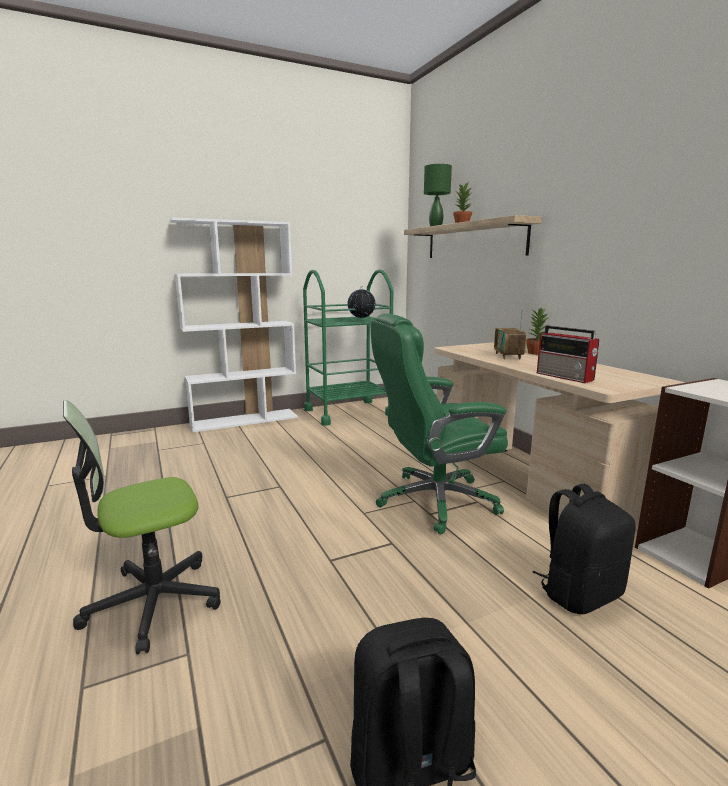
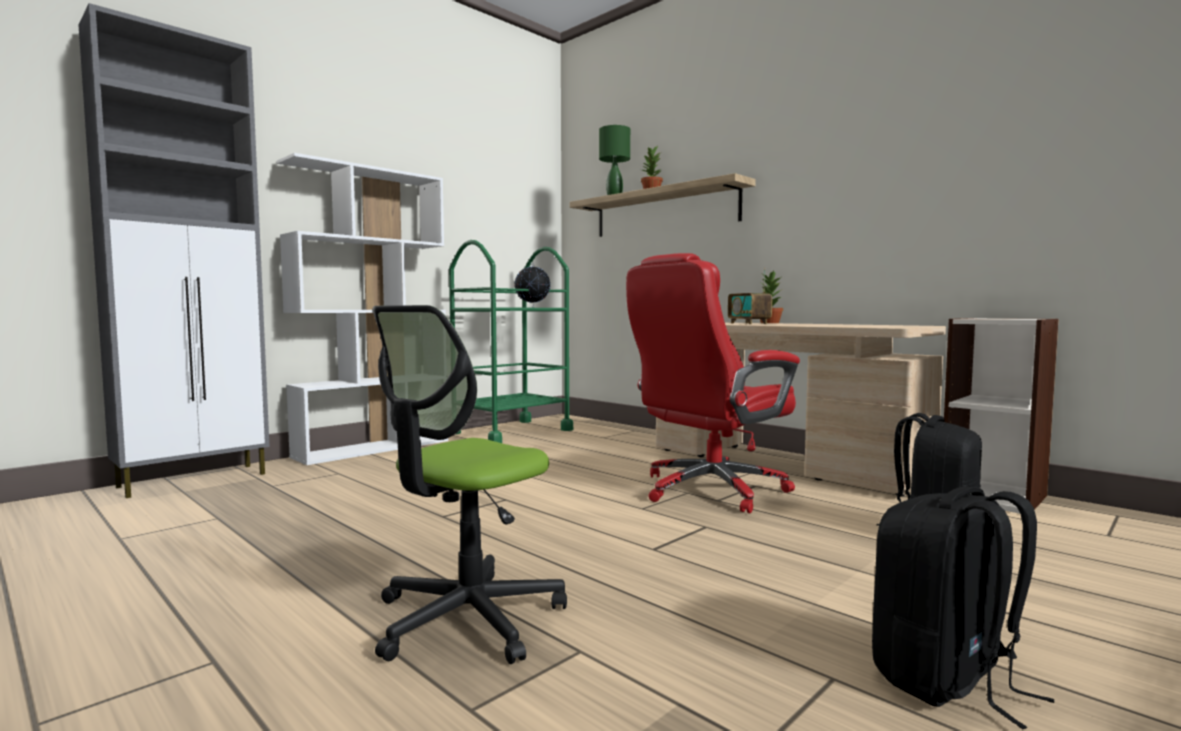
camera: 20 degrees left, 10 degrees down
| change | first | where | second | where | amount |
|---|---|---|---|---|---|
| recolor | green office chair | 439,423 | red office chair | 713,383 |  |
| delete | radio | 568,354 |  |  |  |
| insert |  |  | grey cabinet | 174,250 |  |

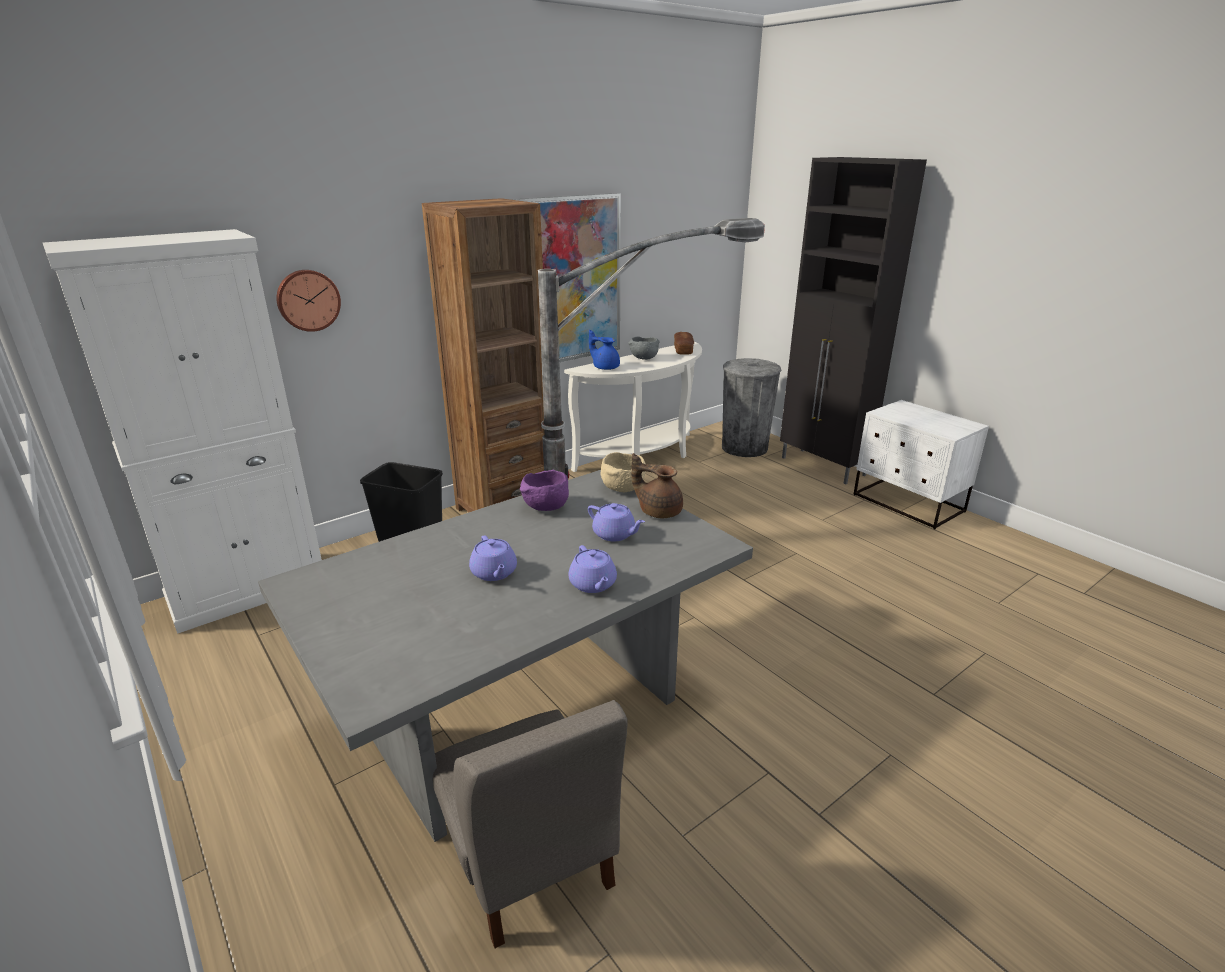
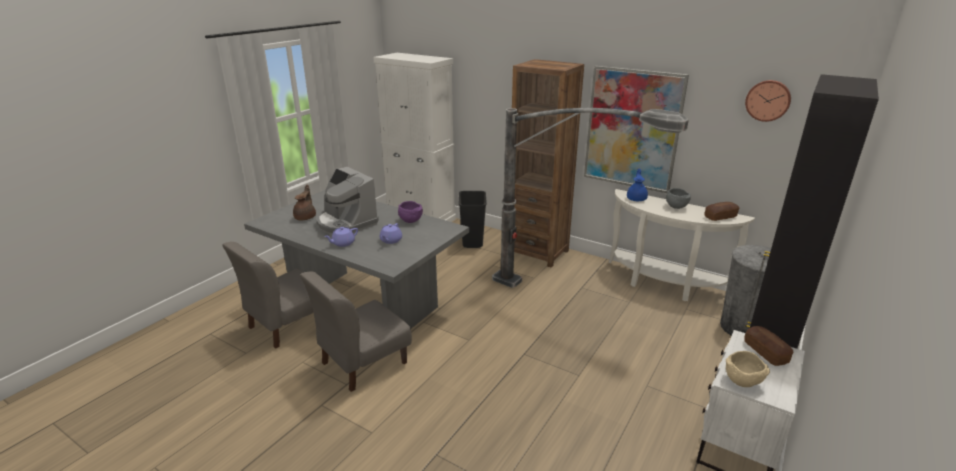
camera: 70 degrees right, 0 degrees up
| change | first | where | second | where | amount |
|---|---|---|---|---|---|
| move | wall clock | 308,301 |  | 768,101 |  |
| replace | purple teapot | 493,558 | coffee machine | 347,201 |  |
| move | beige bowl | 623,472 |  | 748,369 |  |
| move | brown teapot | 657,485 |  | 304,202 |  |
| insert |  |  | grey chair | 356,331 |  |
| insert |  |  | bread | 769,346 |  |

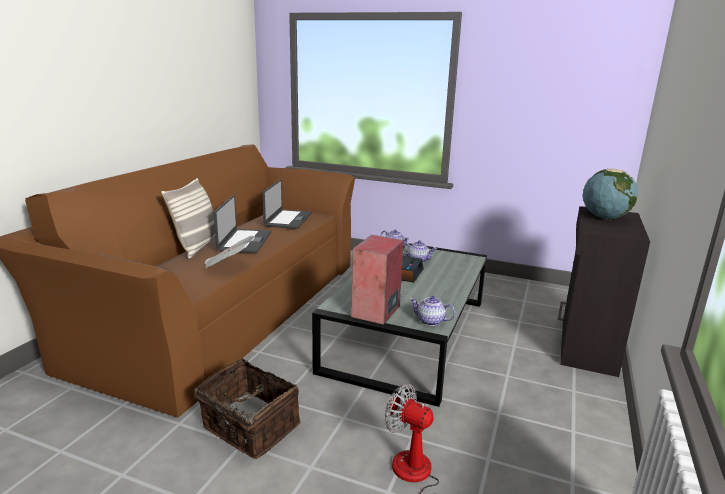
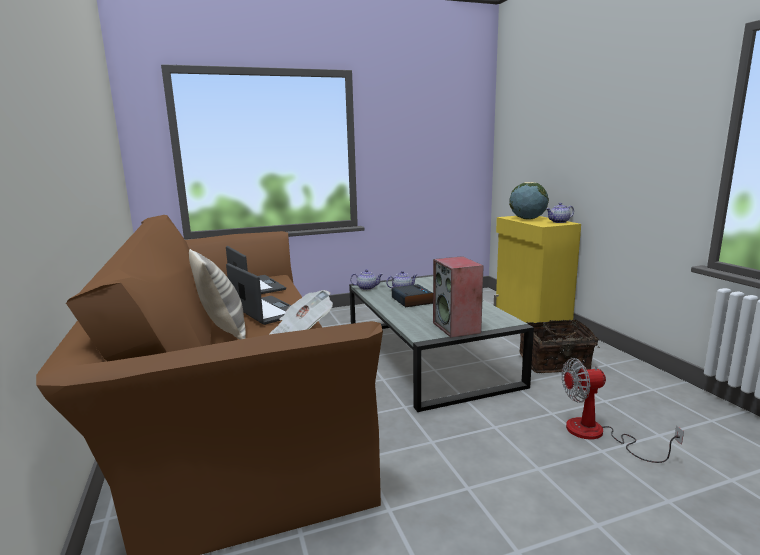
camera: 40 degrees left, 5 degrees down
| change | first | where | second | where | amount |
|---|---|---|---|---|---|
| move | basket | 247,408 |  | 559,346 |  |
| move | teapot | 432,311 |  | 560,213 |  |
| recolor | black cabinet | 604,291 | yellow cabinet | 537,269 |  |

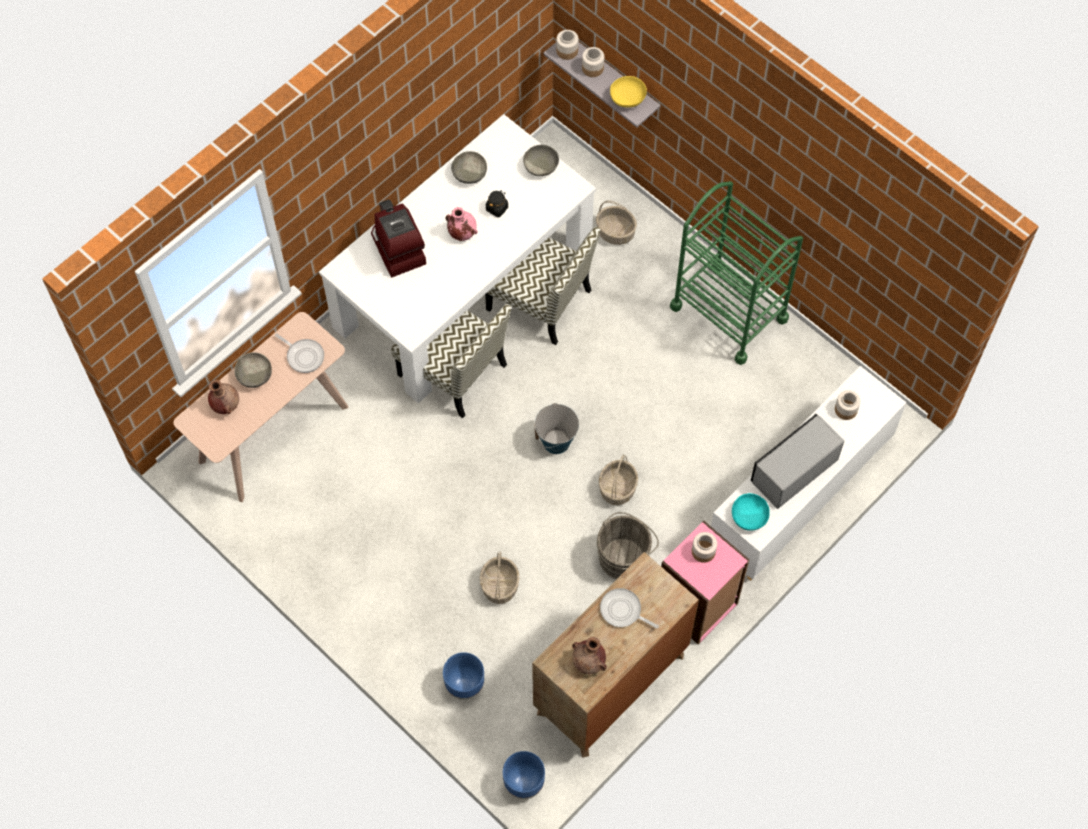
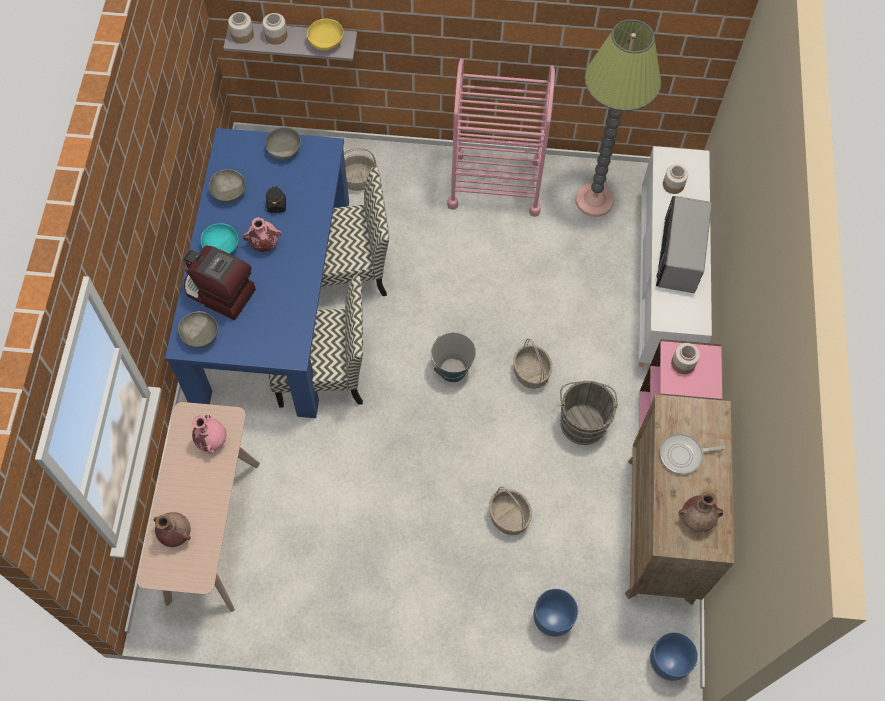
camera: 40 degrees left, 0 degrees up
| change | first | where | second | where | amount |
|---|---|---|---|---|---|
| move | grey bowl | 253,370 |  | 198,329 |  |
| replace | frying pan | 299,353 | pink vase | 209,434 |  |
| recolor | white dining table | 457,258 | blue dining table | 257,273 |  |
| recolor | green cart | 736,273 | pink cart | 501,137 |  |
| move | turquoise bowl | 751,512 |  | 220,238 |  |
| insert |  |  | floor lamp | 618,118 |  |

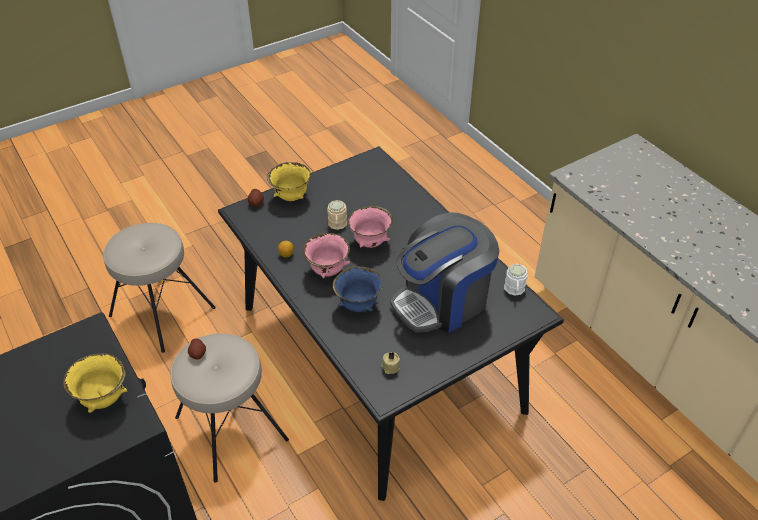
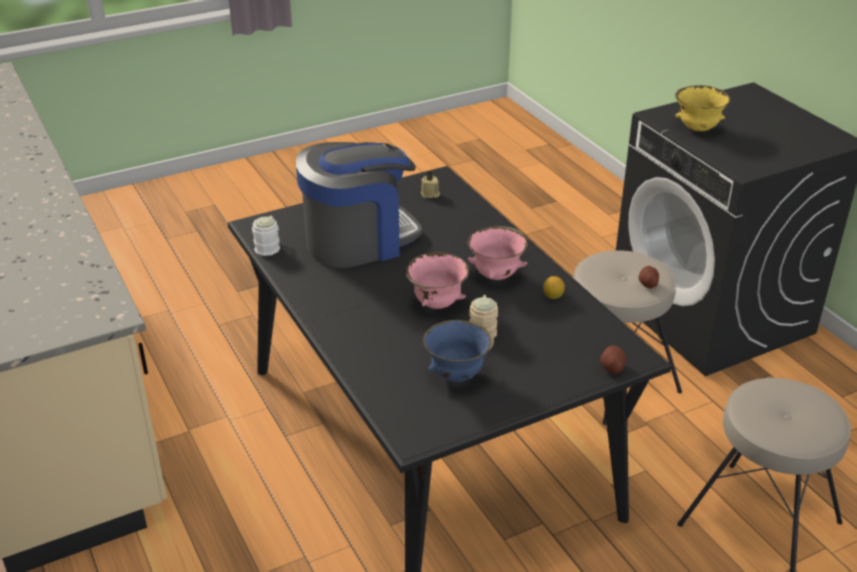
camera: 175 degrees left, 10 degrees down
| change | first | where | second | where | amount |
|---|---|---|---|---|---|
| delete | yellow bowl | 289,181 |  |  |  |
| move | blue bowl | 358,289 |  | 458,351 |  |

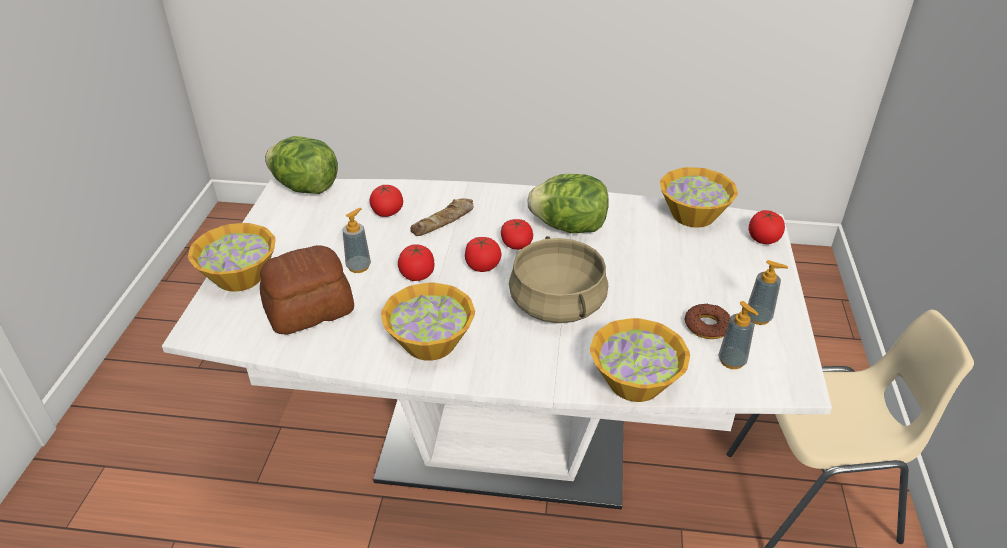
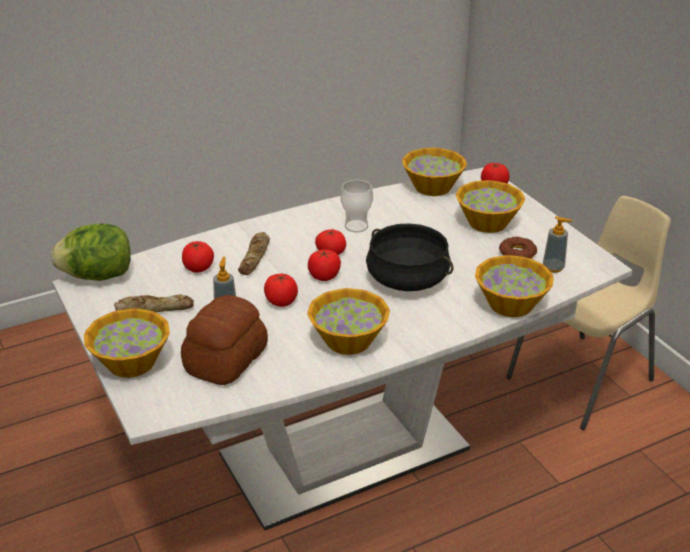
camera: 35 degrees left, 5 degrees down
| change | first | where | second | where | amount |
|---|---|---|---|---|---|
| recolor | beige cooking pot | 558,279 | black cooking pot | 409,257 |  |
| replace | lettuce | 567,203 | cup | 356,206 |  |
| delete | soap dispenser | 767,292 |  |  |  |
| insert |  |  | bread | 154,303 |  |
| insert |  |  | bowl | 490,206 |  |

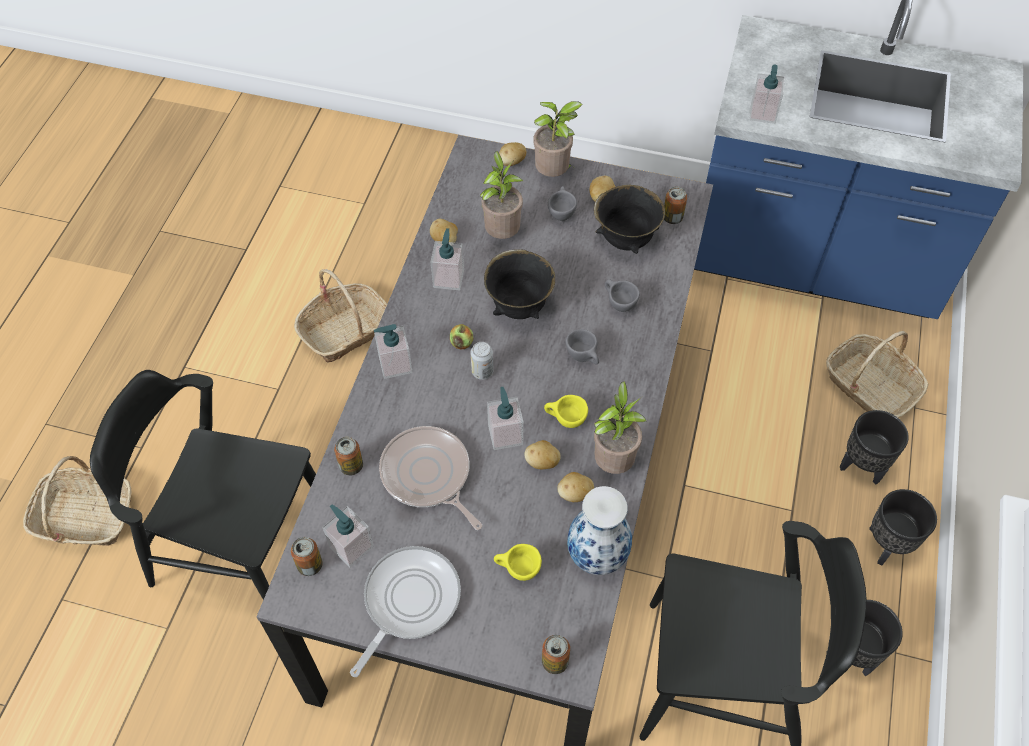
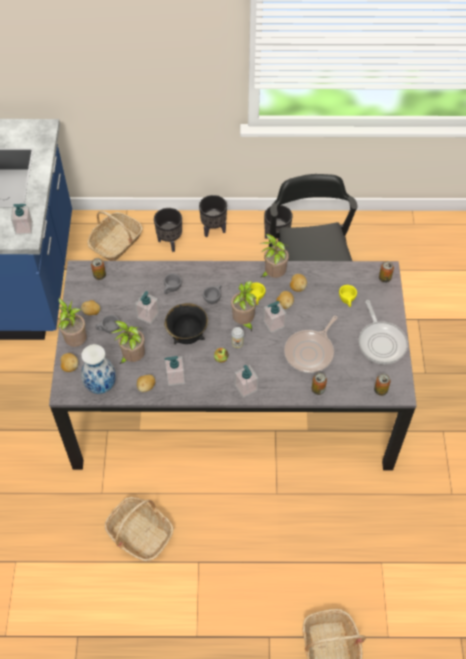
camera: 105 degrees left, 0 degrees up
| change | first | where | second | where | amount |
|---|---|---|---|---|---|
| delete | black chair | 203,485 |  |  |  |
| move | soap dispenser | 348,536 |  | 147,307 |  |
| rotate | frying pan | 405,611 |  | 383,332 | 120 degrees counterclockwise |
| move | vase | 599,530 |  | 98,369 |  |
| delete | black bowl | 629,219 |  |  |  |
| insert |  |  | potted plant | 244,306 |  |

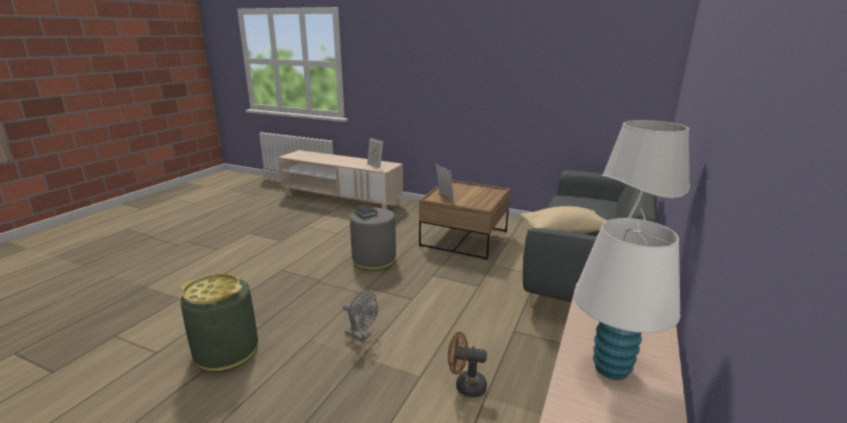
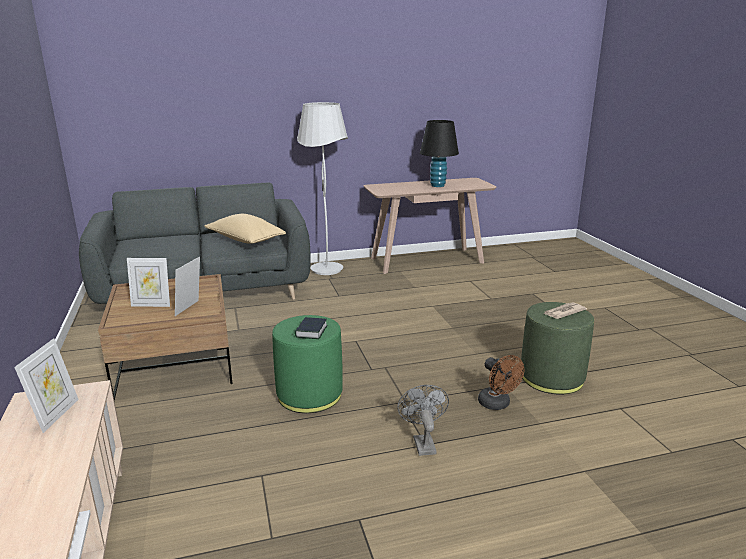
camera: 130 degrees left, 0 degrees up
| change | first | where | second | where | amount |
|---|---|---|---|---|---|
| replace | yellow tray | 211,289 | newspaper | 565,310 |  |
| move | grey fan | 360,315 |  | 423,420 |  |
| recolor | grey ottoman | 373,239 | green ottoman | 307,364 |  |
| move | brown fan | 467,364 |  | 501,382 |  |
| recolor | white table lamp | 627,299 | black table lamp | 439,153 |  |
| insert |  |  | picture frame | 148,282 |  |

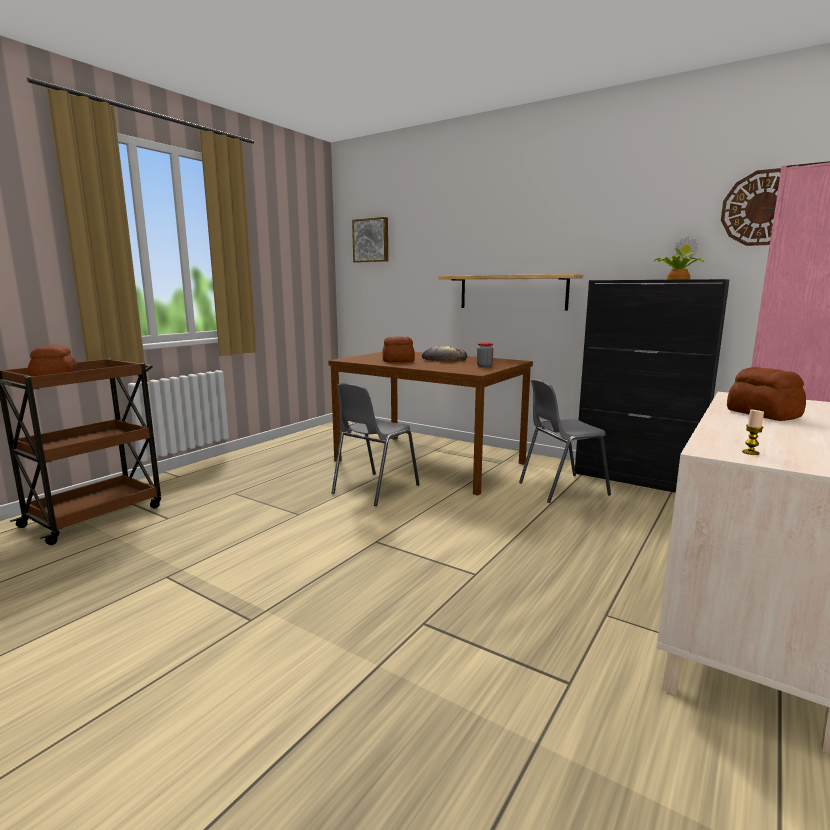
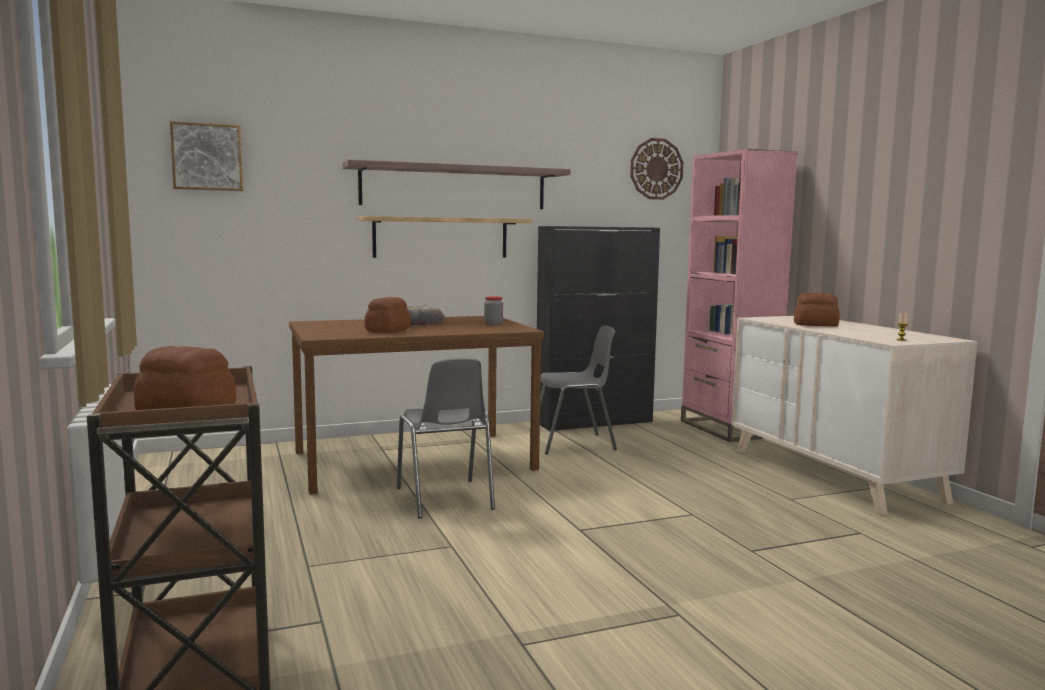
camera: 55 degrees left, 5 degrees down
| change | first | where | second | where | amount |
|---|---|---|---|---|---|
| rotate | grey chair | 565,441 |  | 578,390 | 120 degrees counterclockwise |
| delete | potted plant | 679,258 |  |  |  |
| insert |  |  | shelf | 456,184 |  |

